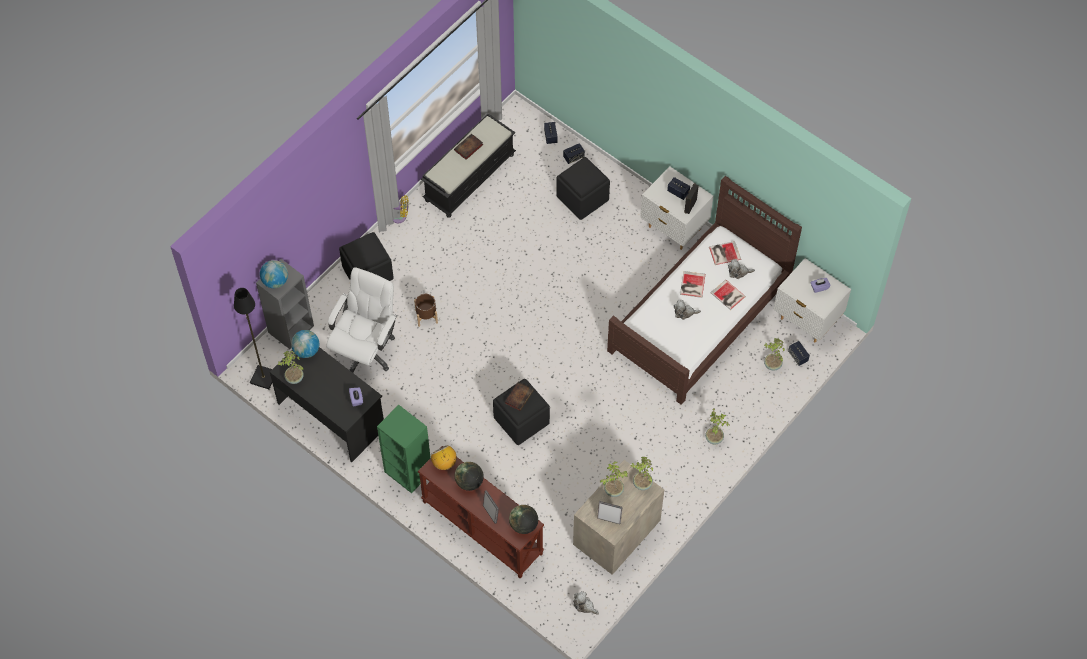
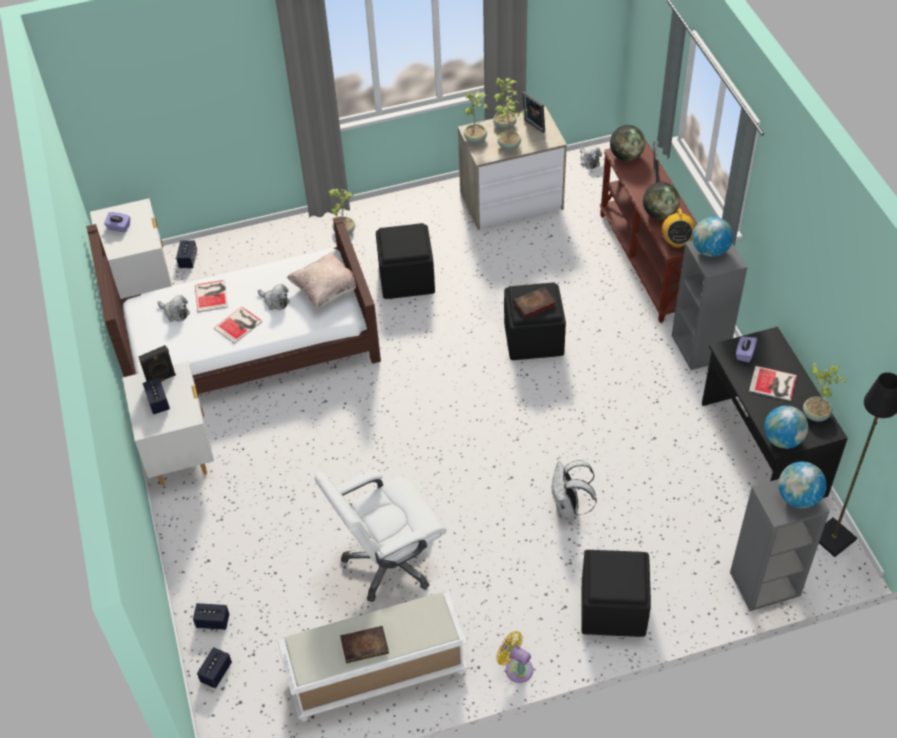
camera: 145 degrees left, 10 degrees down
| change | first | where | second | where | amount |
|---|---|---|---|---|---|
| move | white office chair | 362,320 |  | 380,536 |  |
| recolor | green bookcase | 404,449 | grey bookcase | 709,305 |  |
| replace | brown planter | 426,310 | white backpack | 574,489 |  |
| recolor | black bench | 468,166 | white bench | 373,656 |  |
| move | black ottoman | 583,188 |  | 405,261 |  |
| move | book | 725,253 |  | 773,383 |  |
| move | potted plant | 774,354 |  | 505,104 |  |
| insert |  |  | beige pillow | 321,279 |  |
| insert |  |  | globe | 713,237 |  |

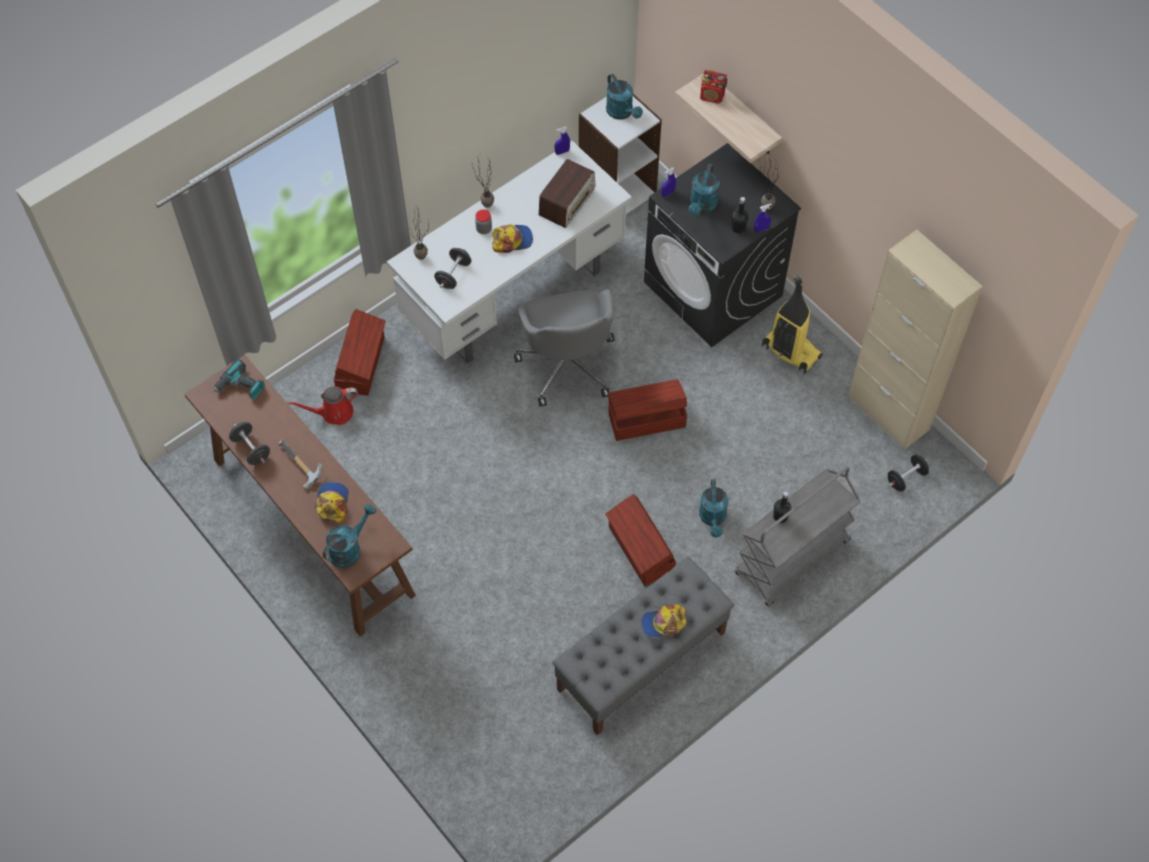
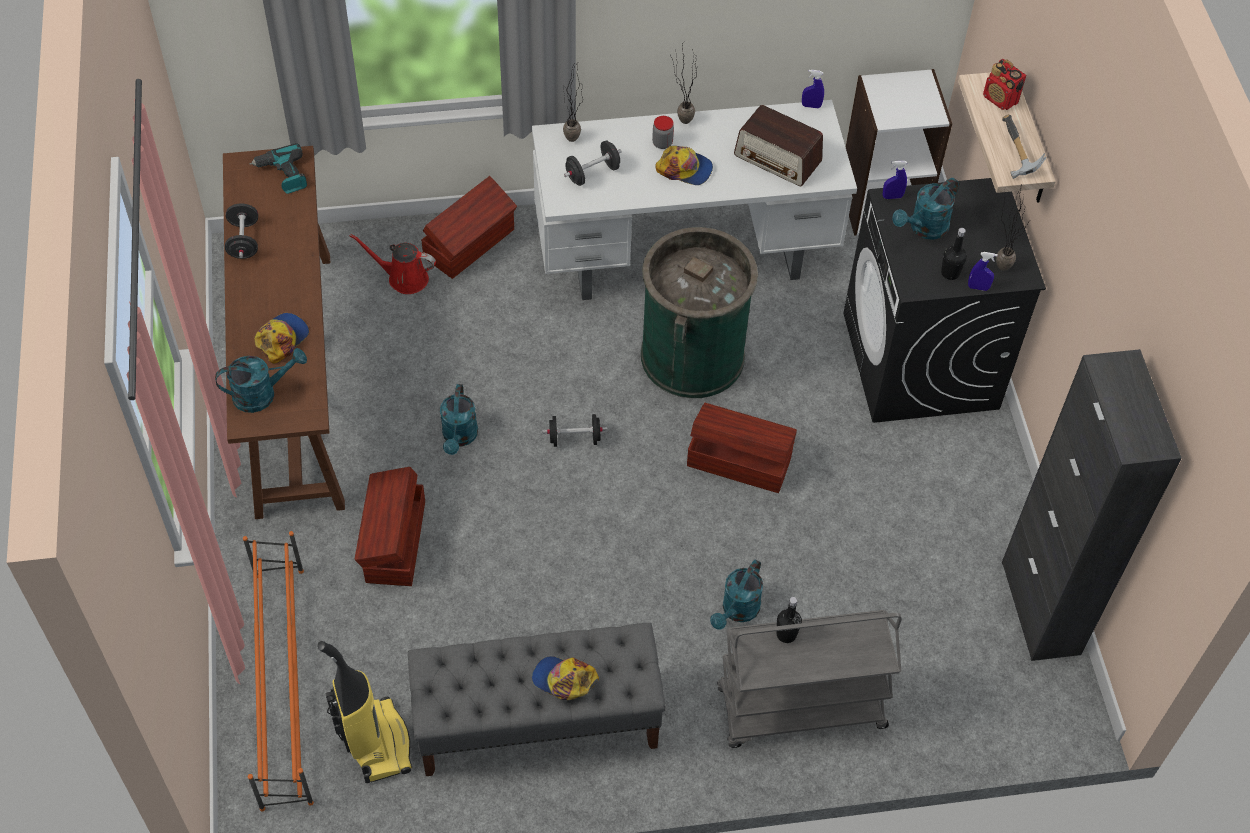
camera: 30 degrees right, 5 degrees down
| change | first | where | second | where | amount |
|---|---|---|---|---|---|
| move | hammer | 300,464 |  | 1024,146 |  |
| replace | grey office chair | 564,348 | green trash can | 699,312 |  |
| rotate | radio | 567,193 |  | 778,146 | 60 degrees clockwise |
| move | brown storage box | 640,540 |  | 390,526 |  |
| move | turquoise watering can | 624,97 |  | 459,419 |  |
| move | vacuum cleaner | 792,325 |  | 365,712 |  |
| recolor | beige cabinet | 915,340 | black cabinet | 1092,505 |  |
| move | black dumbbell | 908,473 |  | 574,430 |  |
| insert |  |  | orange shoe rack | 278,671 |  |

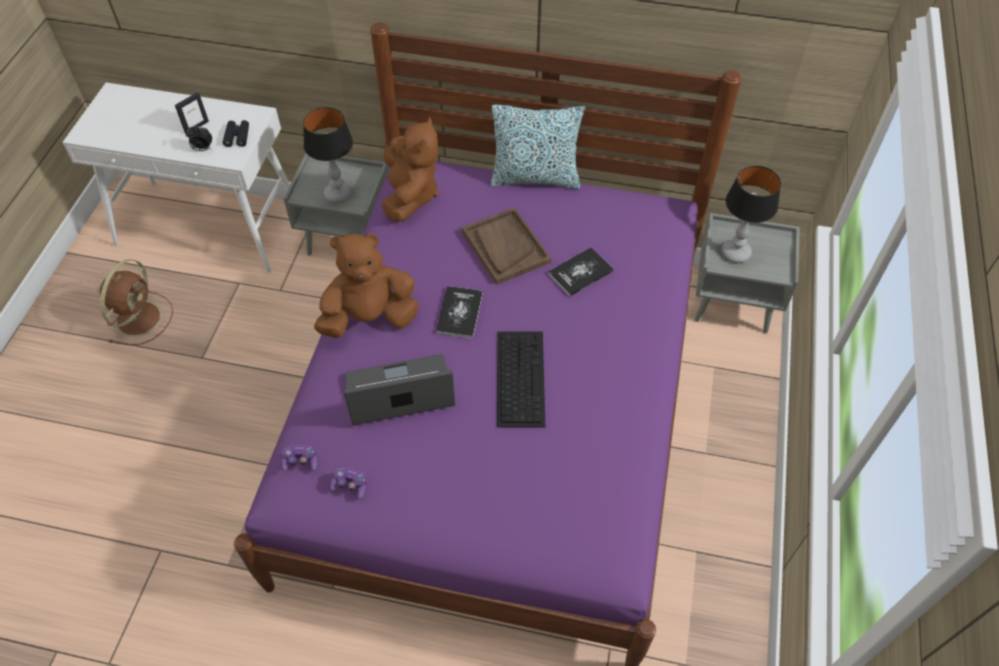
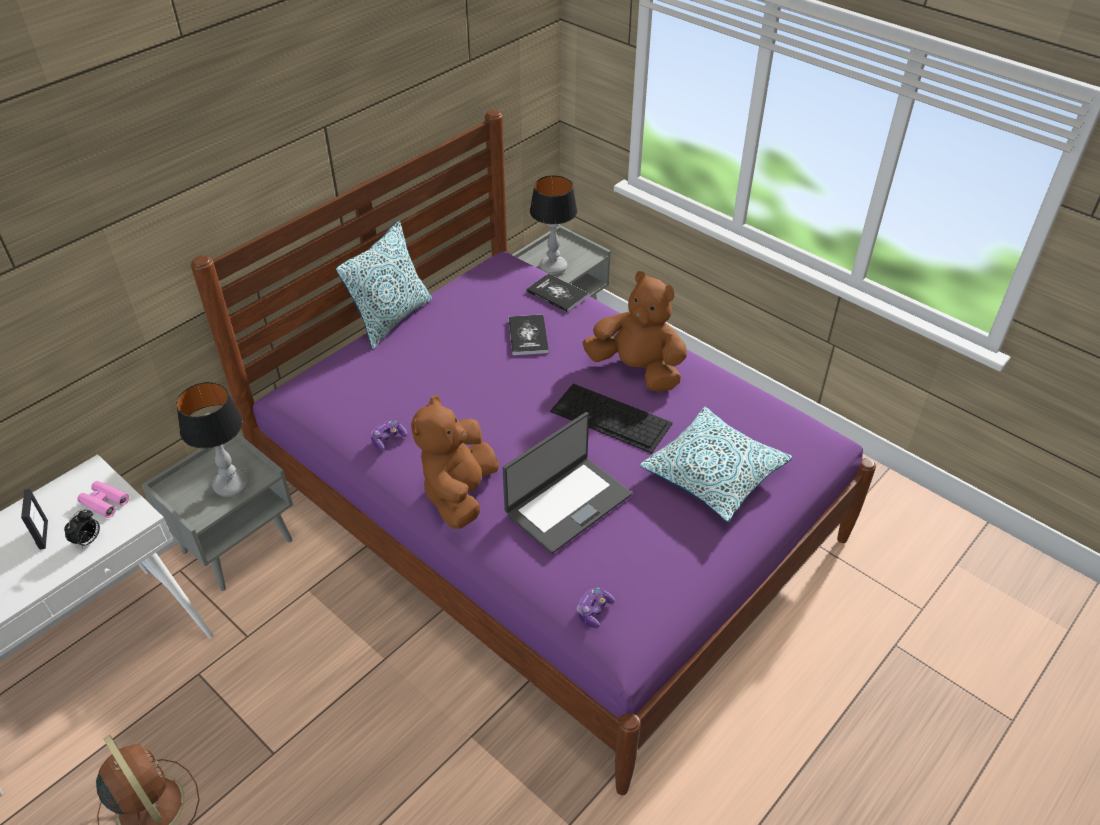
camera: 60 degrees left, 10 degrees down
| change | first | where | second | where | amount |
|---|---|---|---|---|---|
| recolor | black binoculars | 236,133 | pink binoculars | 103,499 |  |
| move | game controller | 348,483 |  | 389,435 |  |
| rotate | laptop | 399,389 |  | 567,483 | 150 degrees counterclockwise |
| move | brown plush toy | 410,169 |  | 634,331 |  |
| move | book | 459,312 |  | 557,293 |  |
| delete | brown tray | 506,246 |  |  |  |
| insert |  |  | pillow | 716,464 |  |

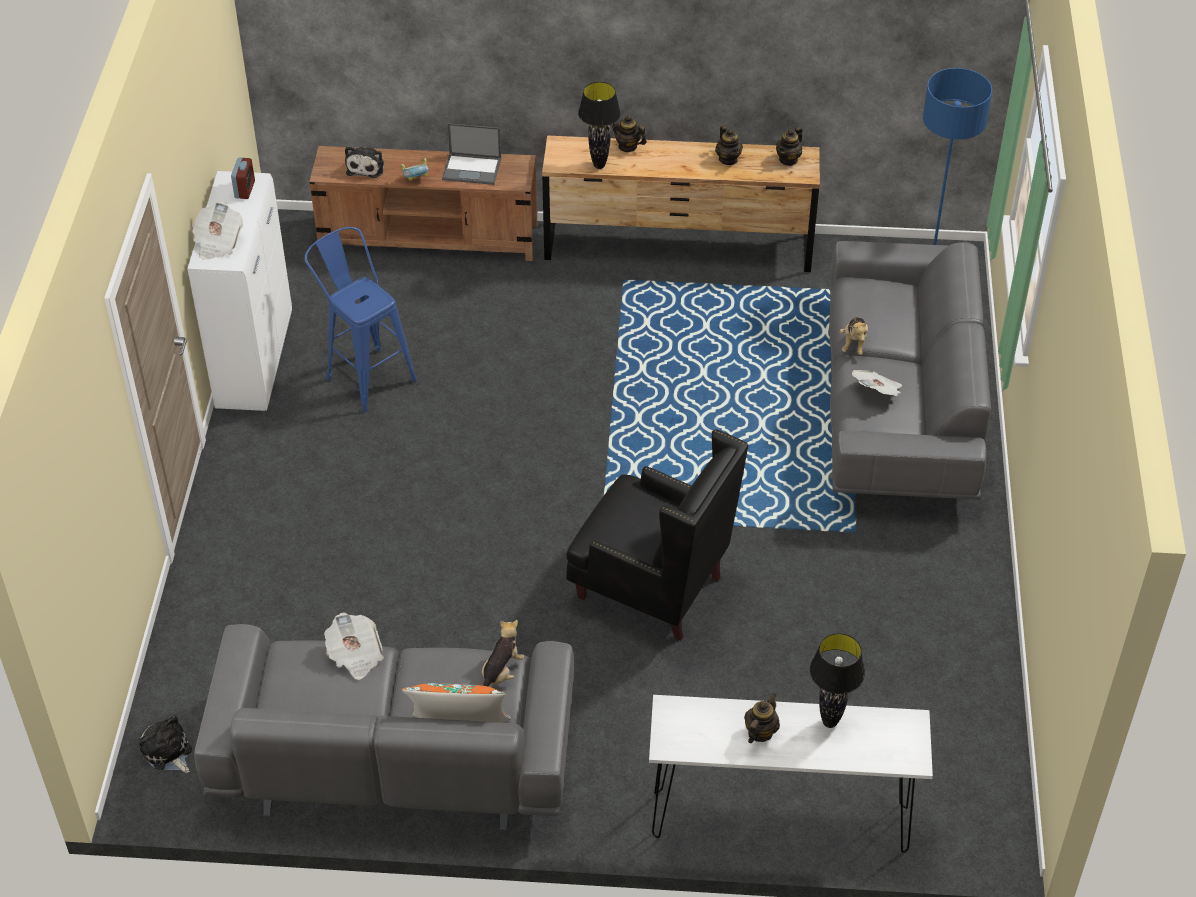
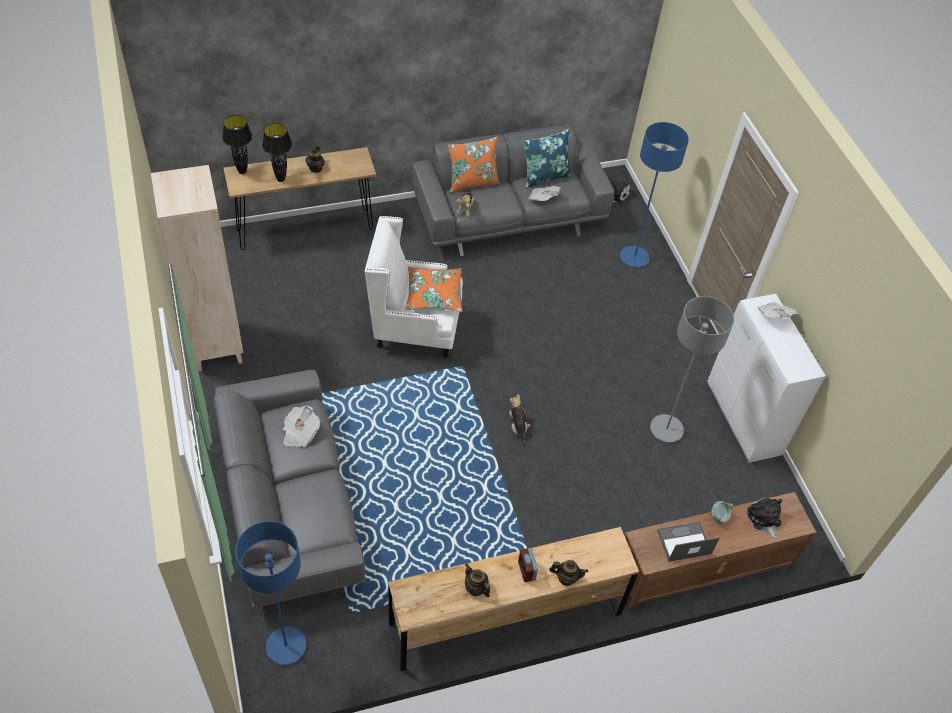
camera: 155 degrees right, 5 degrees up
| change | first | where | second | where | amount |
|---|---|---|---|---|---|
| move | alarm clock | 243,178 |  | 528,565 |  |
| replace | blue stool | 360,319 | grey floor lamp | 692,369 |  |
| recolor | black armchair | 657,535 | white armchair | 414,286 |  |
| move | black table lamp | 599,125 |  | 237,144 |  |
| recolor | white console table | 791,774 | brown console table | 299,198 |  |
| delete | teapot | 789,146 |  |  |  |
| move | plush toy | 854,336 |  | 519,420 |  |
| insert |  |  | beige bookcase | 197,268 |  |
| insert |  |  | orange pillow | 434,289 |  |
| insert |  |  | blue pillow | 547,158 |  |
| insert |  |  | blue floor lamp | 654,194 |  |

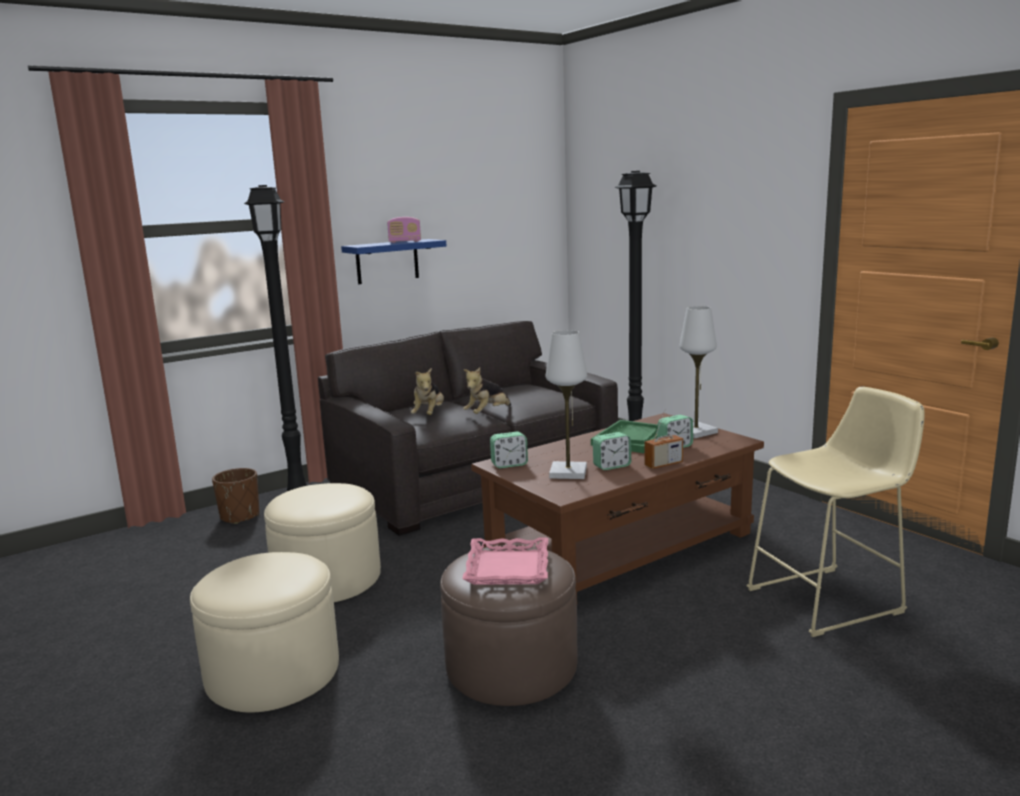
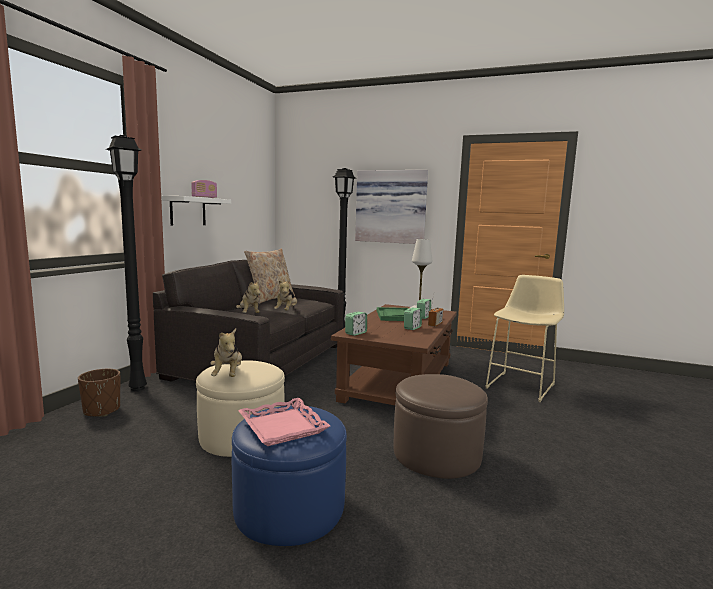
camera: 35 degrees left, 5 degrees down
| change | first | where | second | where | amount |
|---|---|---|---|---|---|
| recolor | beige ottoman | 264,632 | blue ottoman | 289,475 |  |
| recolor | blue shelf | 393,261 | white shelf | 196,211 |  |
| move | pink tray | 505,561 |  | 284,422 |  |
| delete | white table lamp | 566,404 |  |  |  |
| insert |  |  | plush toy | 226,353 |  |
| insert |  |  | beige pillow | 269,276 |  |
| insert |  |  | picture | 391,207 |  |

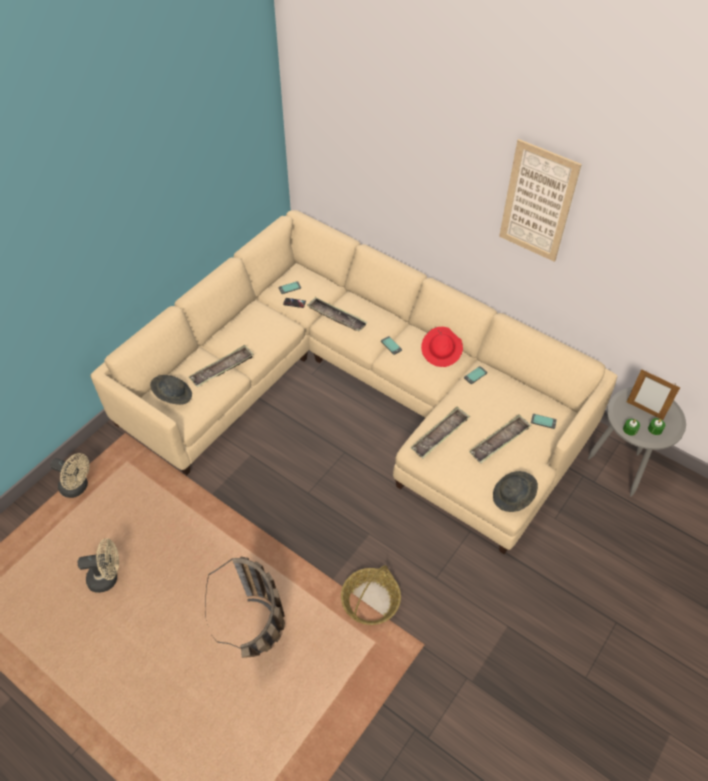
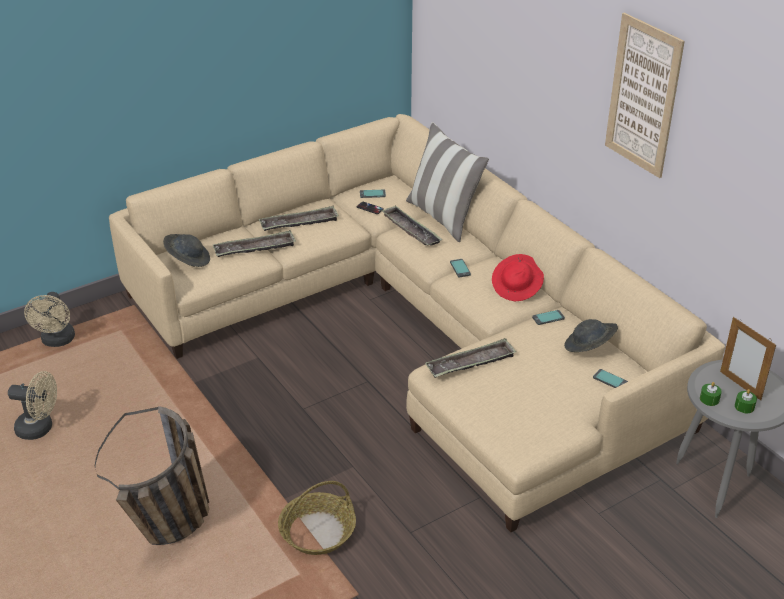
camera: 20 degrees right, 15 degrees down
| change | first | where | second | where | amount |
|---|---|---|---|---|---|
| rotate | beige fan | 70,475 |  | 49,319 | 45 degrees clockwise |
| move | tray | 500,439 |  | 299,218 |  |
| move | grey hat | 515,491 |  | 591,335 |  |
| insert |  |  | pillow | 447,182 |  |

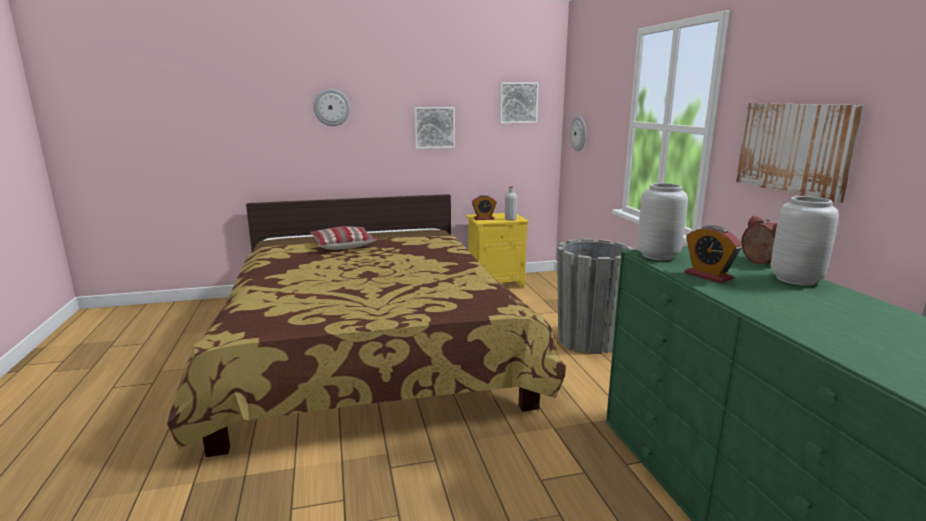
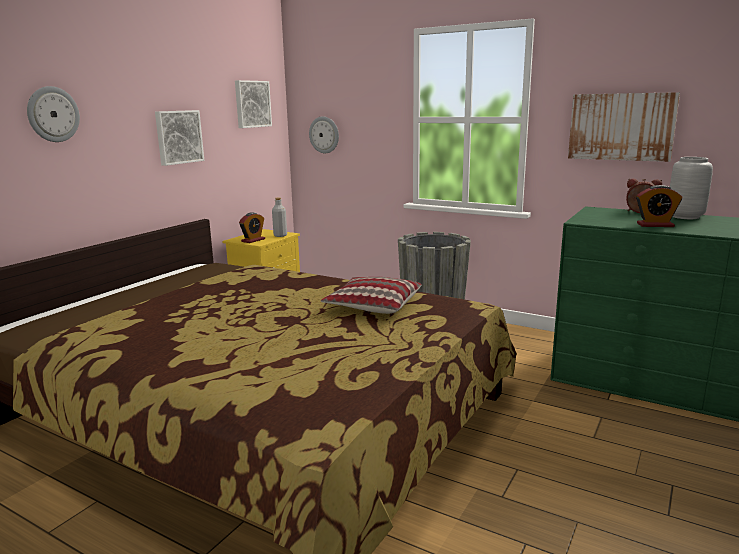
camera: 45 degrees left, 0 degrees up
| change | first | where | second | where | amount |
|---|---|---|---|---|---|
| move | pillow | 343,238 |  | 371,295 |  |
| delete | grey vase | 662,221 |  |  |  |

